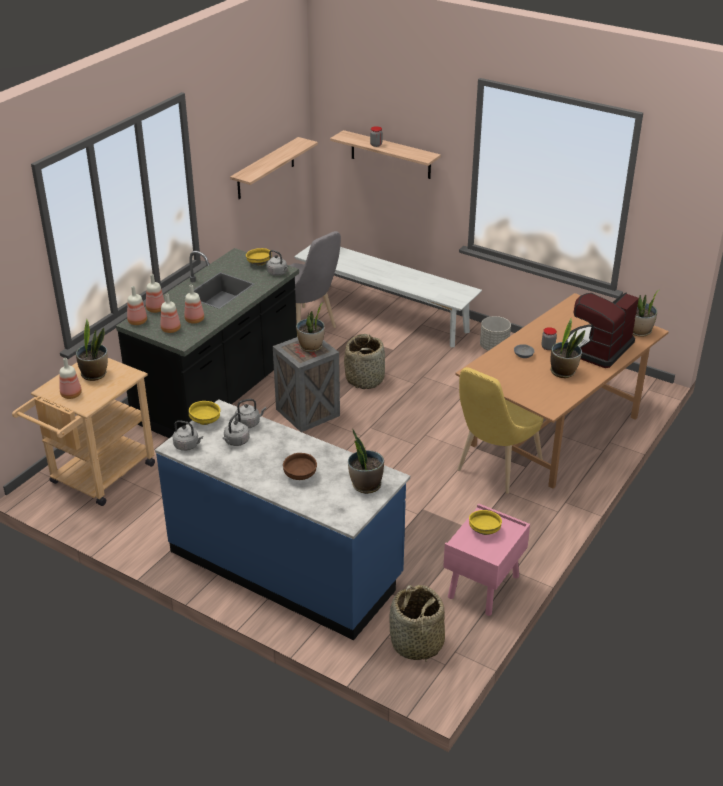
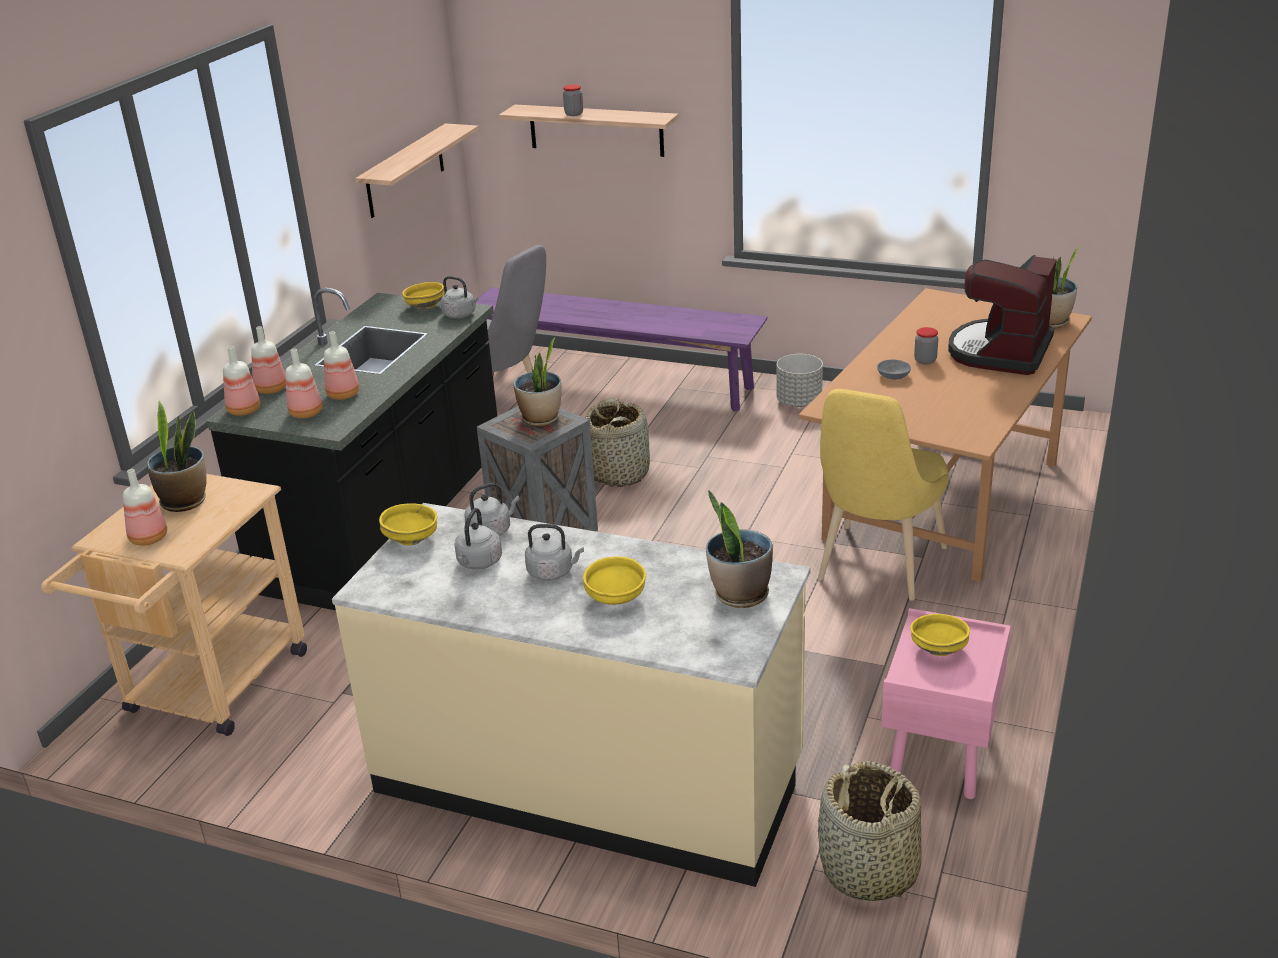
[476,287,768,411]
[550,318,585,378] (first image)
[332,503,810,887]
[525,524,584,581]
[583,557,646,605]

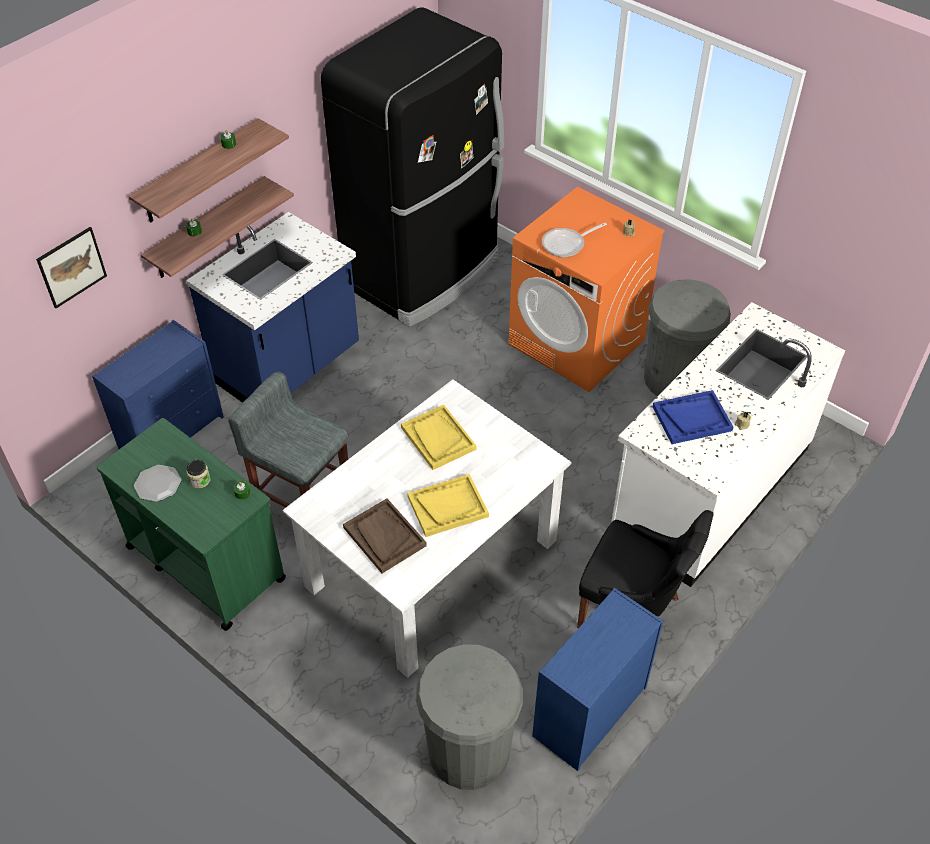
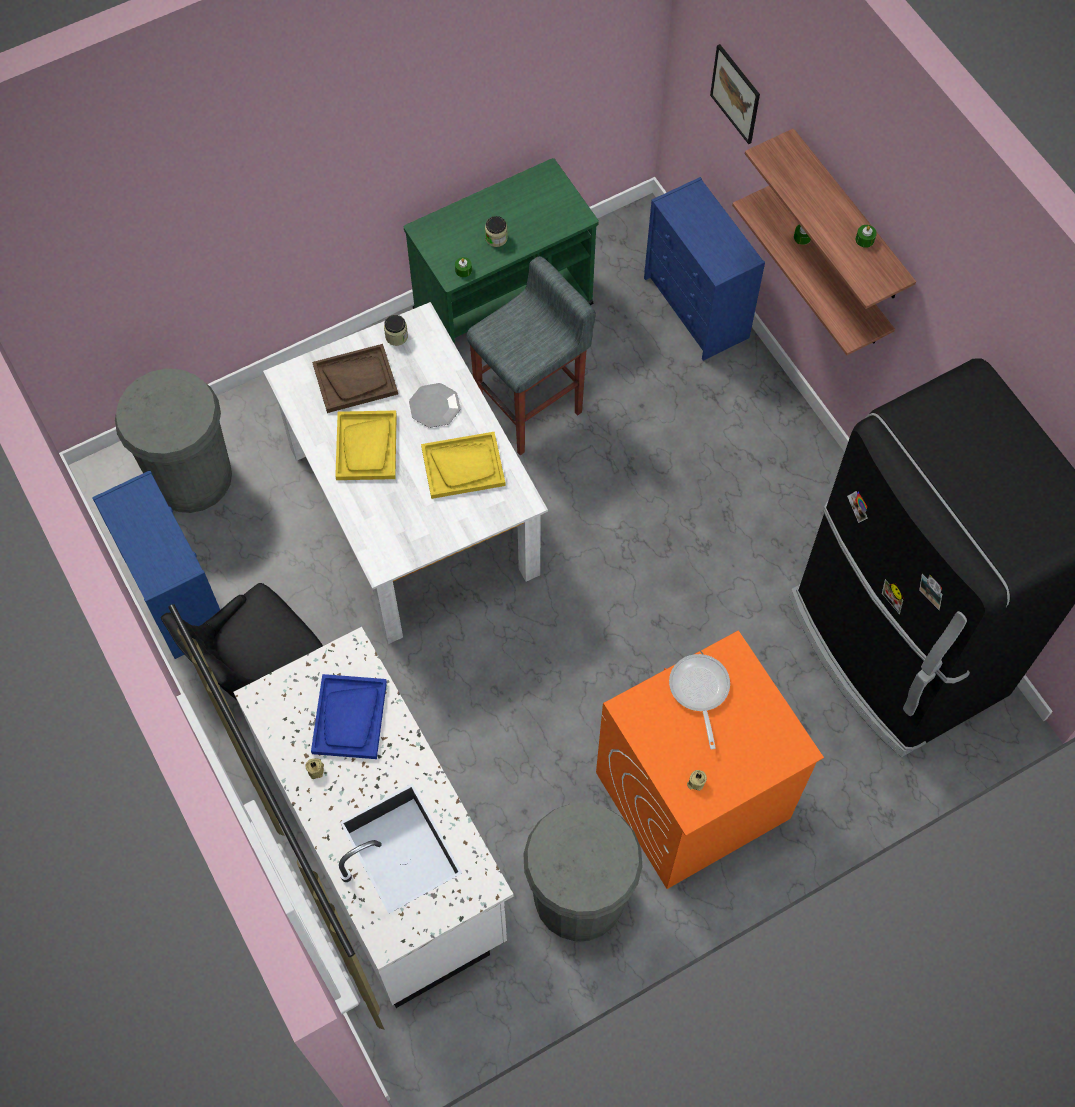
[186,212,359,403] (first image)
[409,383,460,428]
[384,315,408,346]

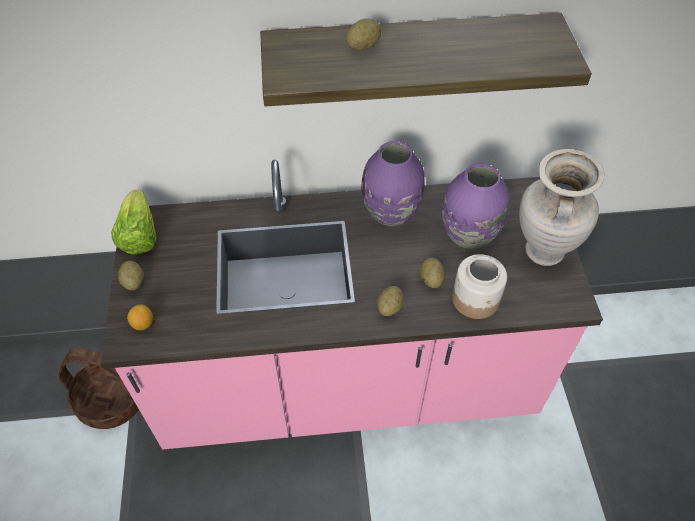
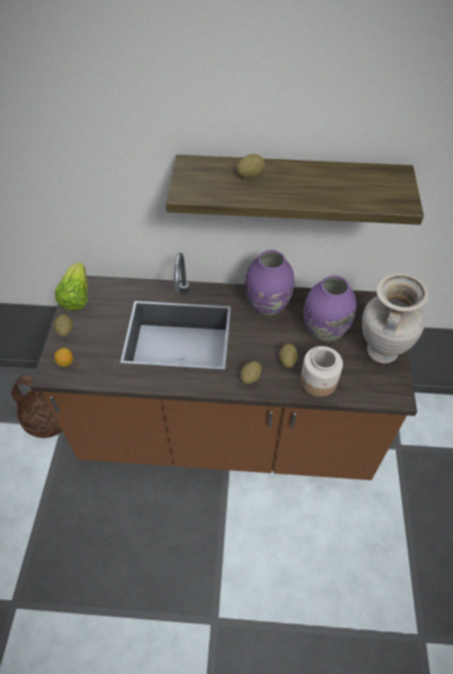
[30,253,417,480]

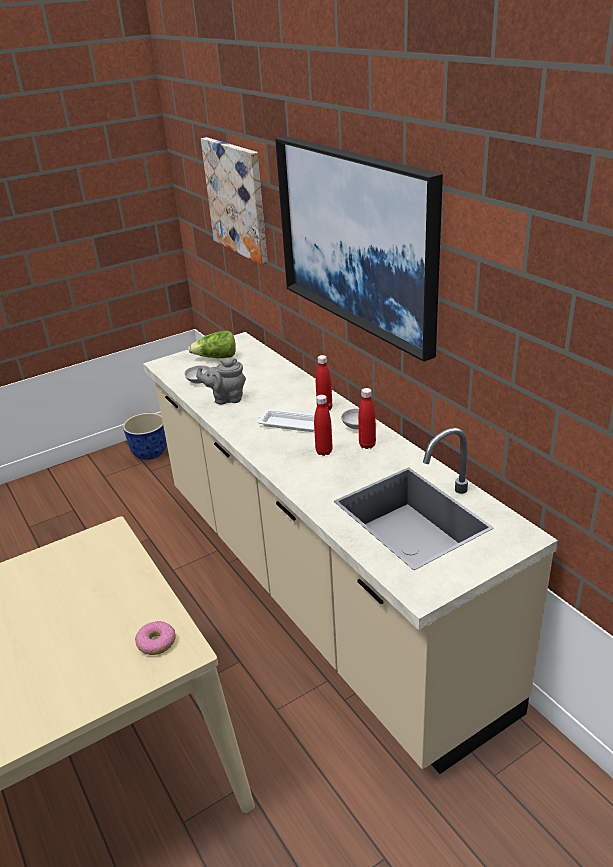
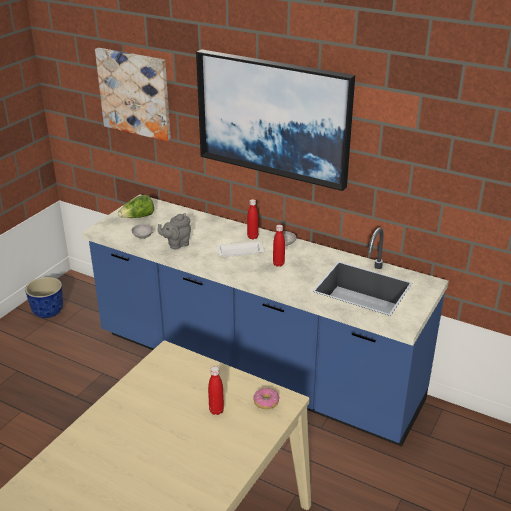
[82,195,449,447]
[208,366,224,415]

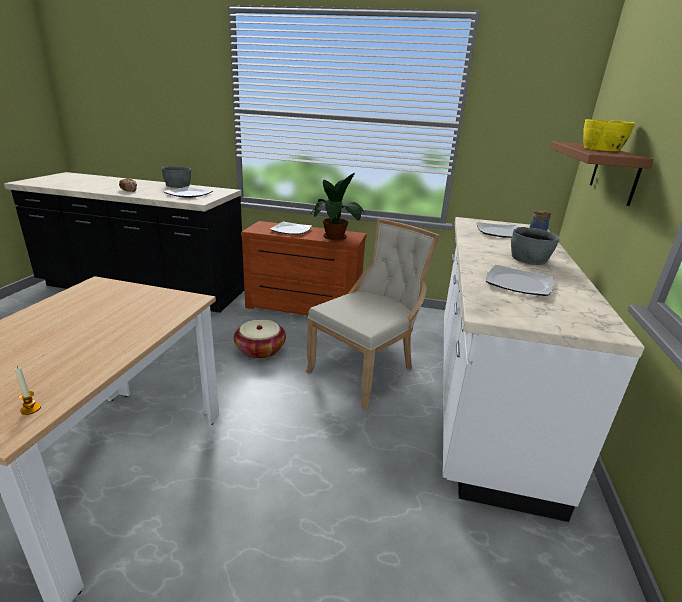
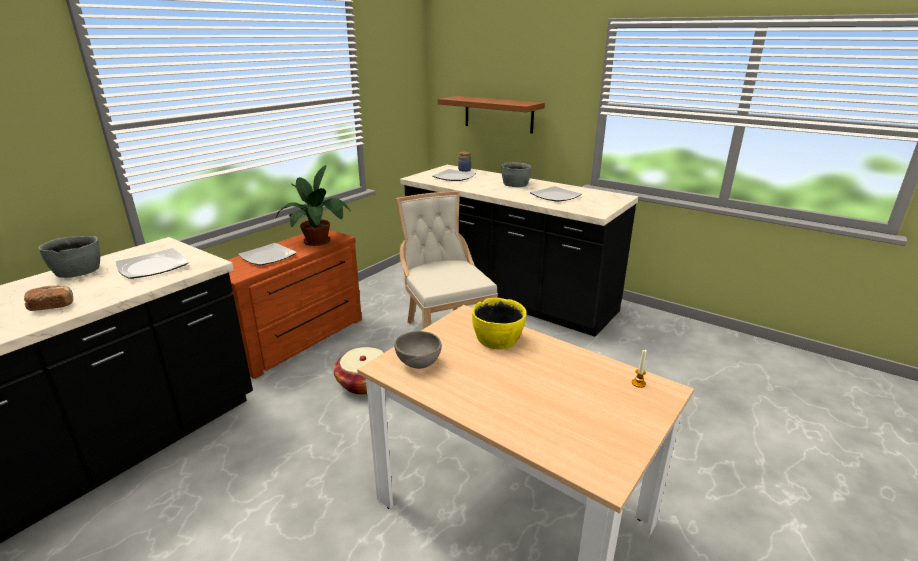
[472,298,527,349]
[400,165,638,337]
[394,331,442,369]

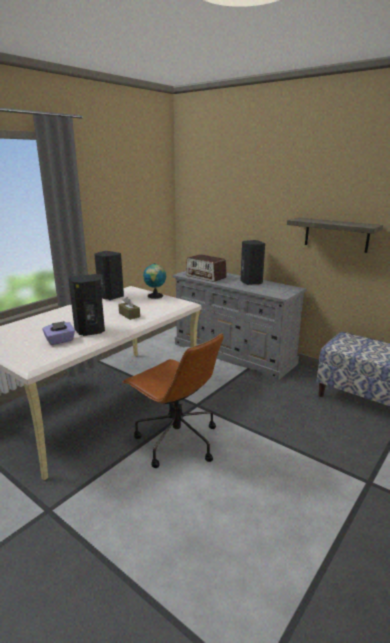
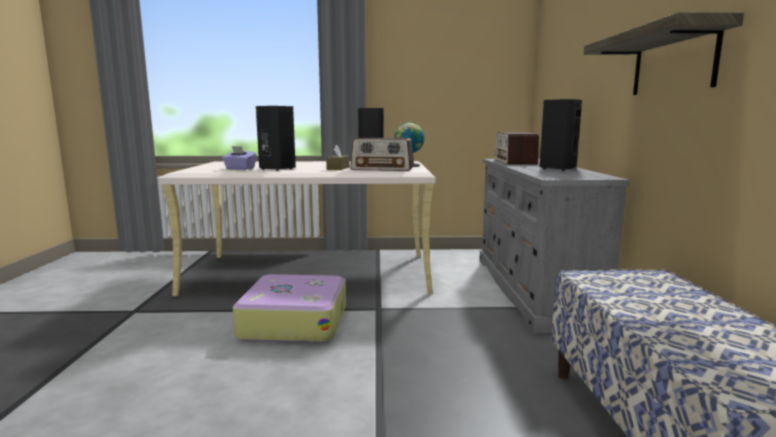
[233,274,346,343]
[350,137,414,171]

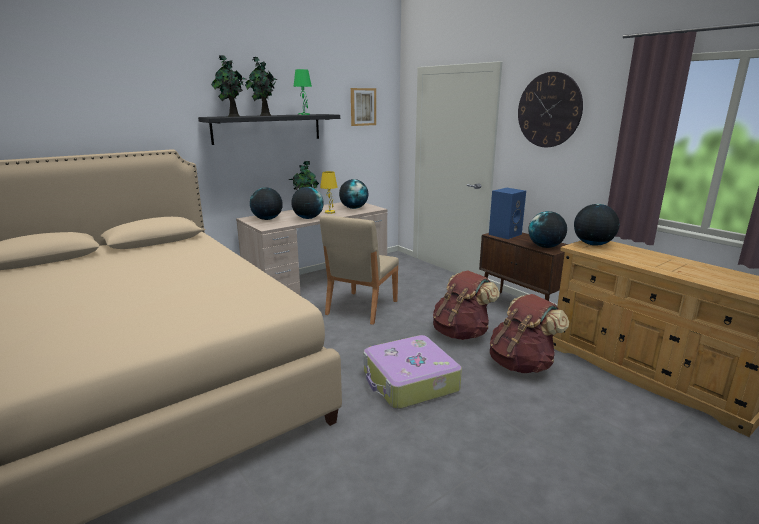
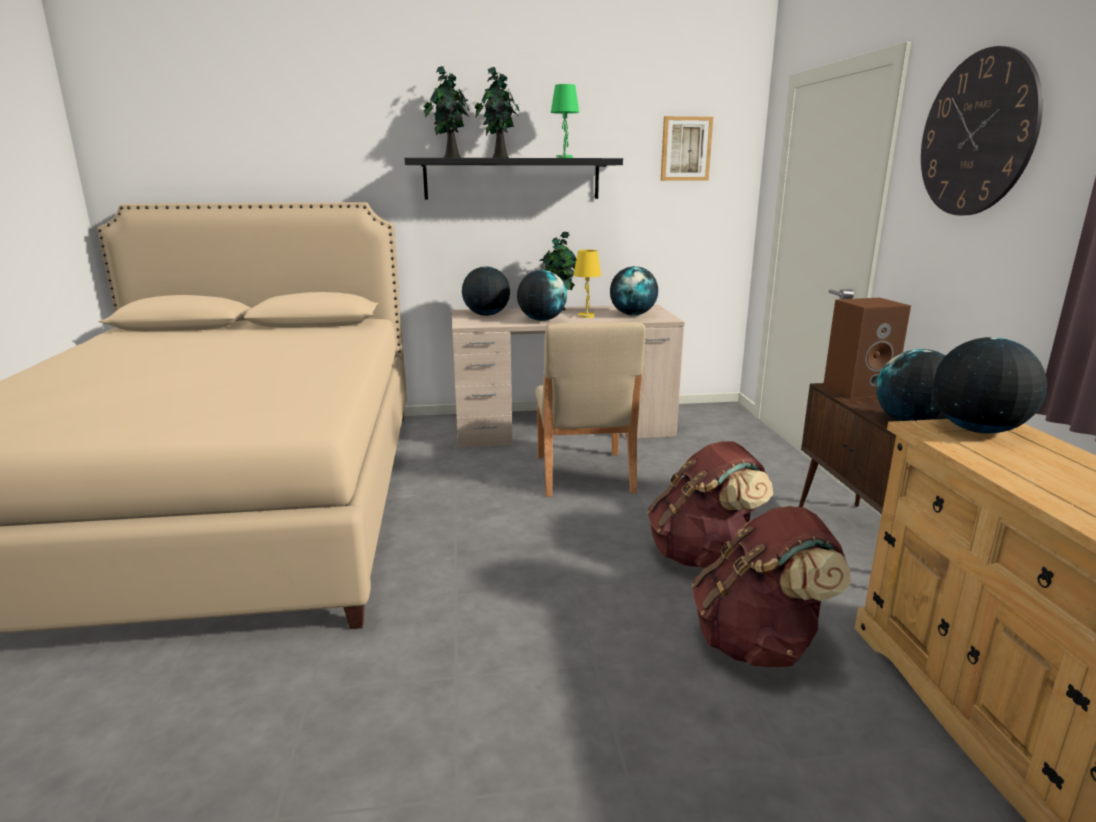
[823,298,911,399]
[535,322,646,497]
[363,335,462,409] (first image)

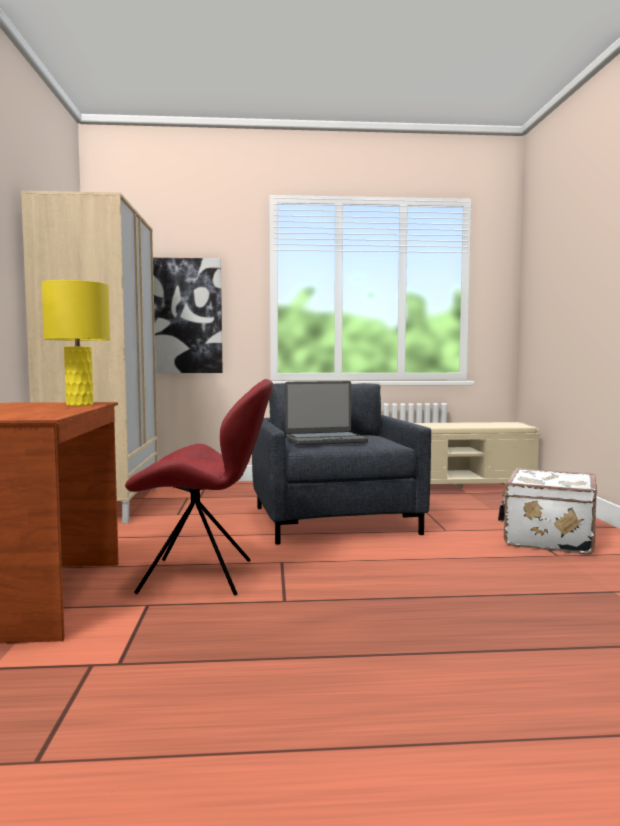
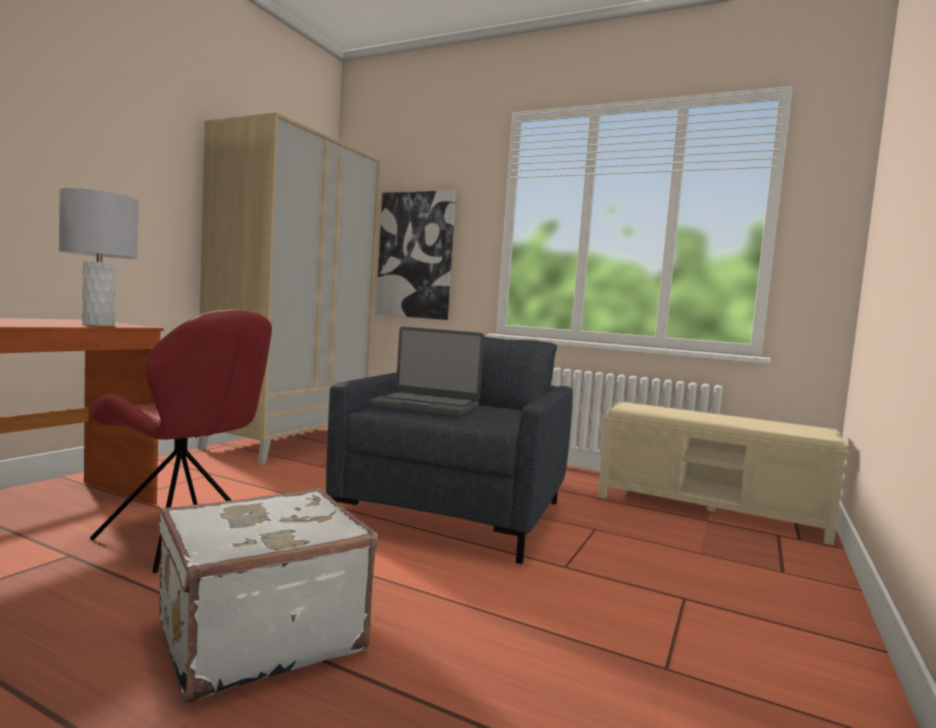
[59,188,139,326]
[159,488,378,704]

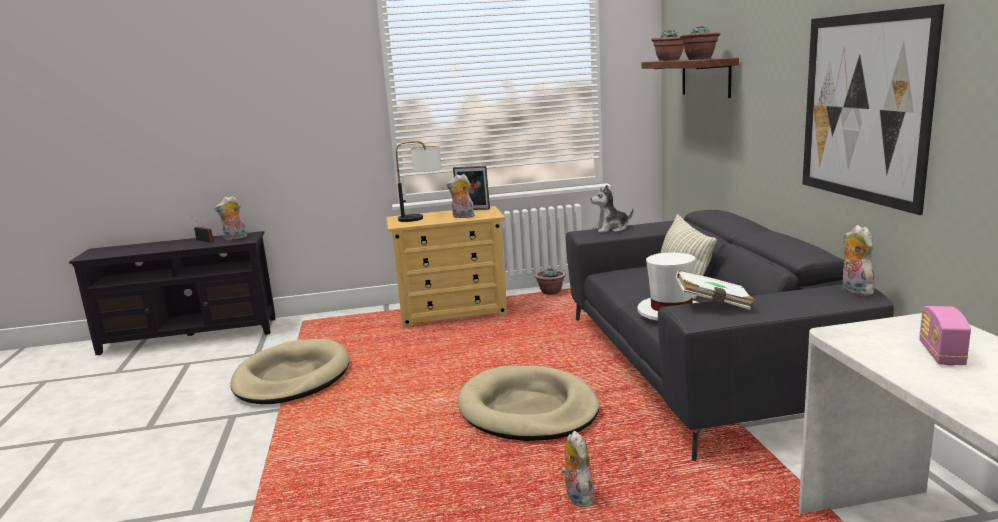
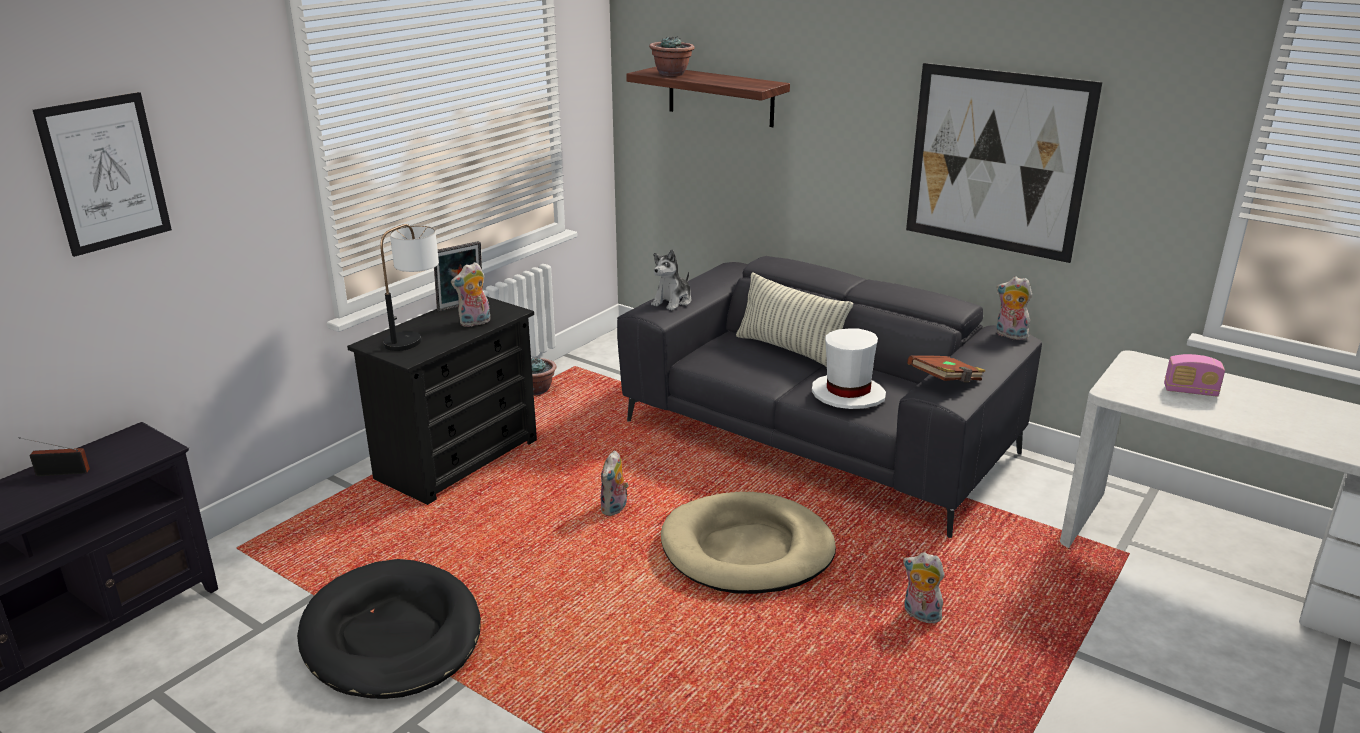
[680,26,720,60] (first image)
[601,450,629,516]
[347,296,537,505]
[907,355,985,382]
[1164,354,1225,397]
[297,559,481,699]
[33,92,172,257]

